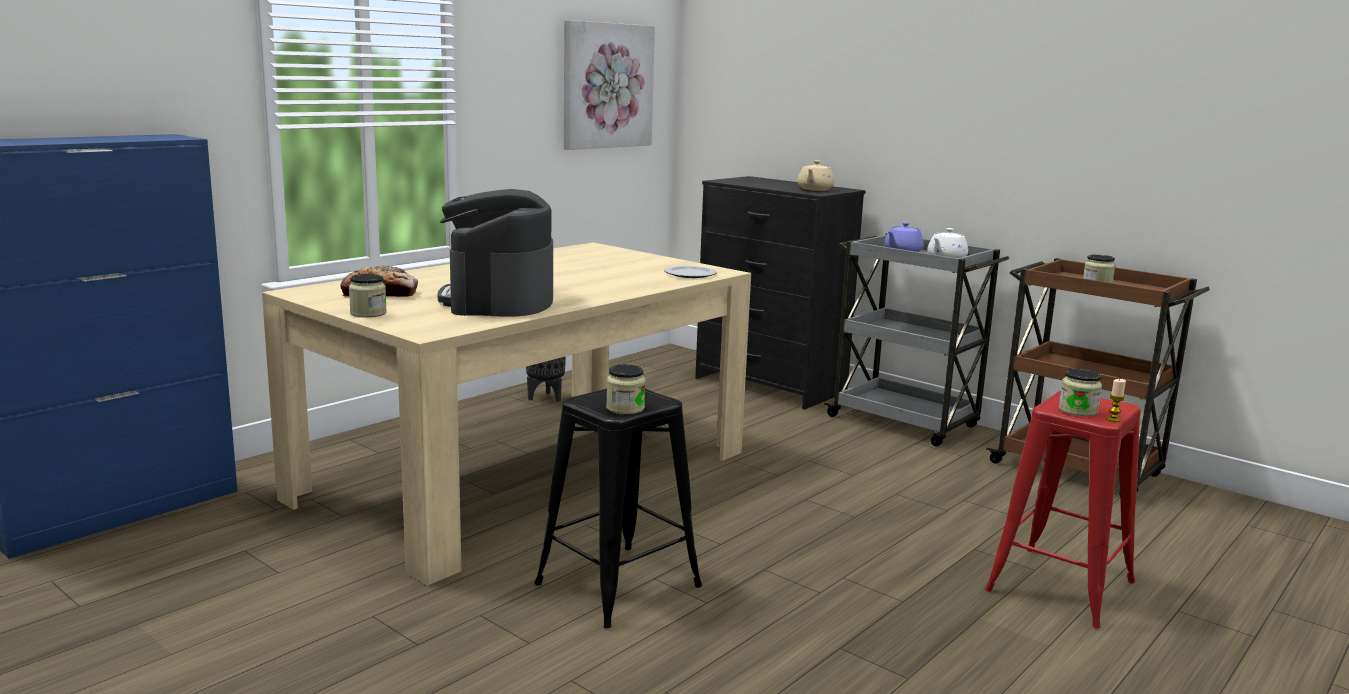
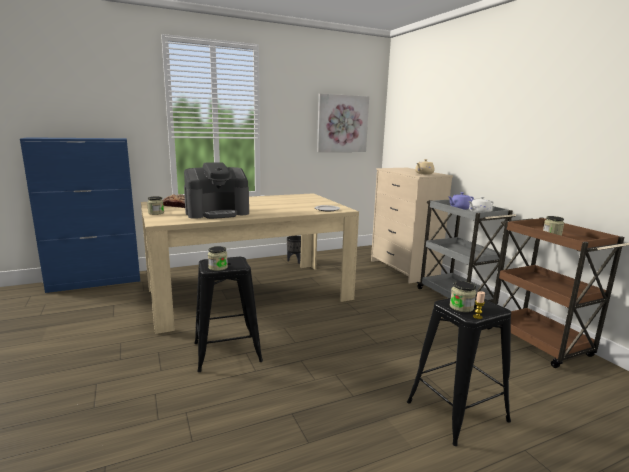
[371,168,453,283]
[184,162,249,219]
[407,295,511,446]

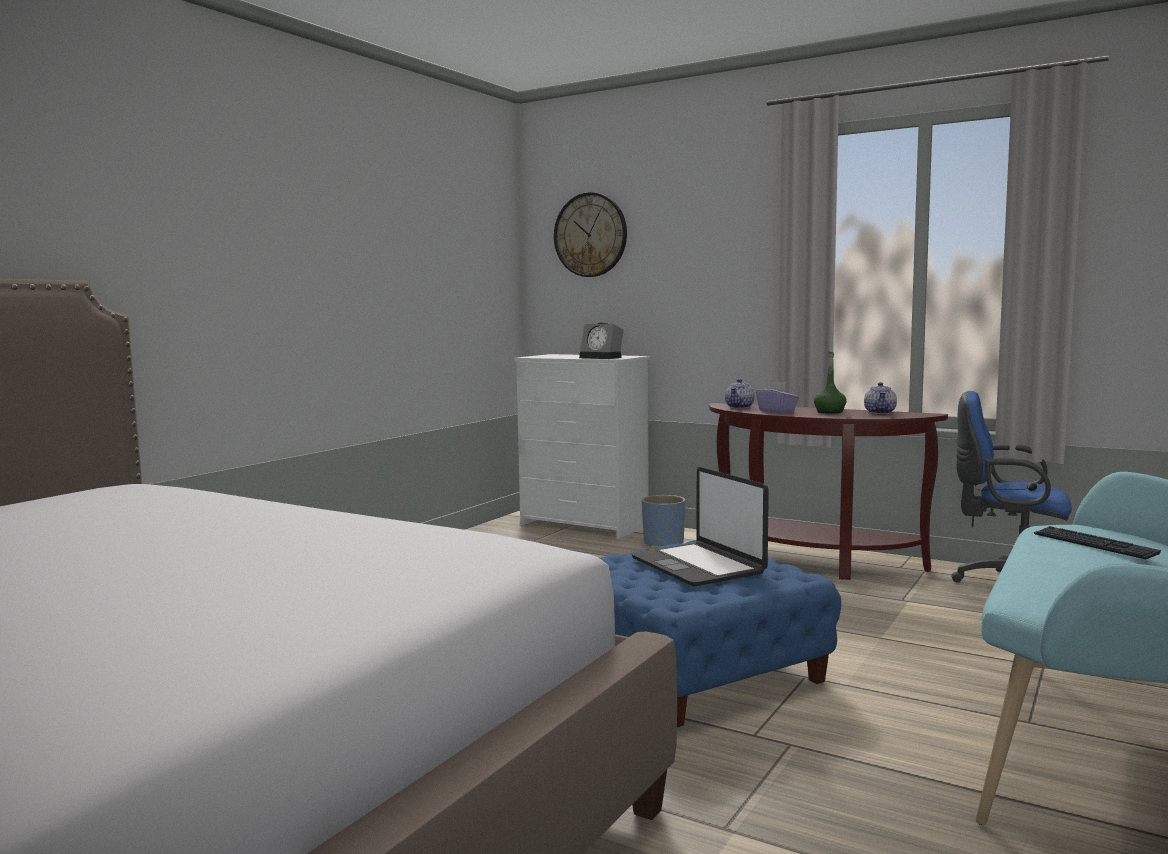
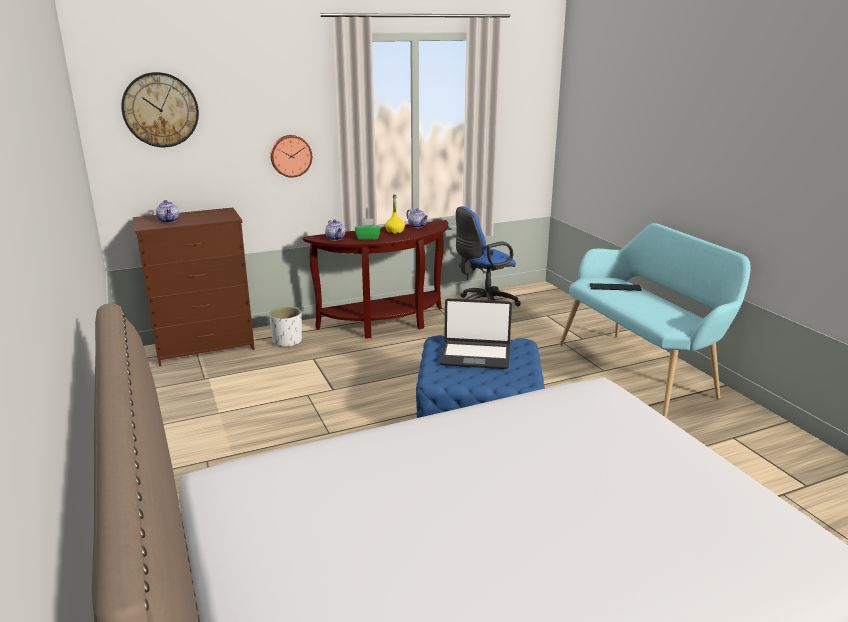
[579,322,624,359] (first image)
[385,195,405,234]
[133,208,255,366]
[355,218,381,240]
[269,307,302,348]
[270,135,312,178]
[156,200,179,223]

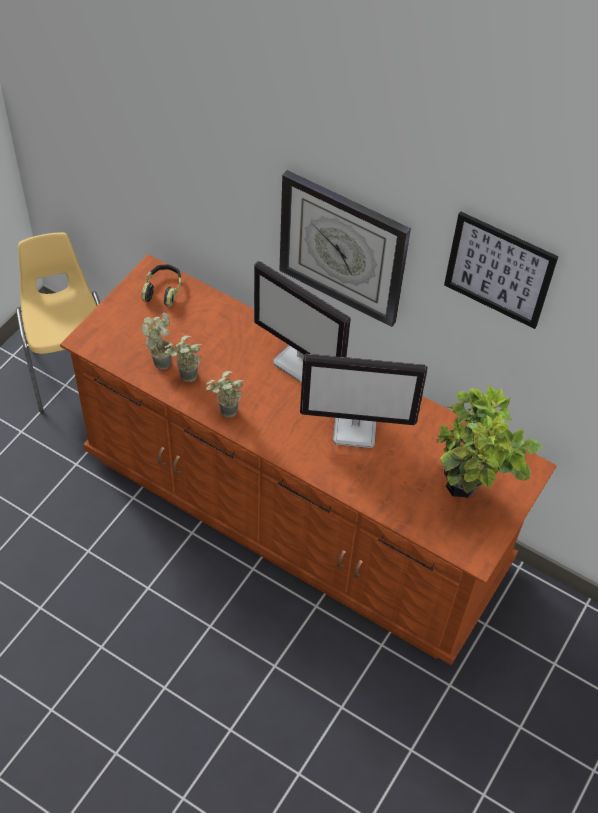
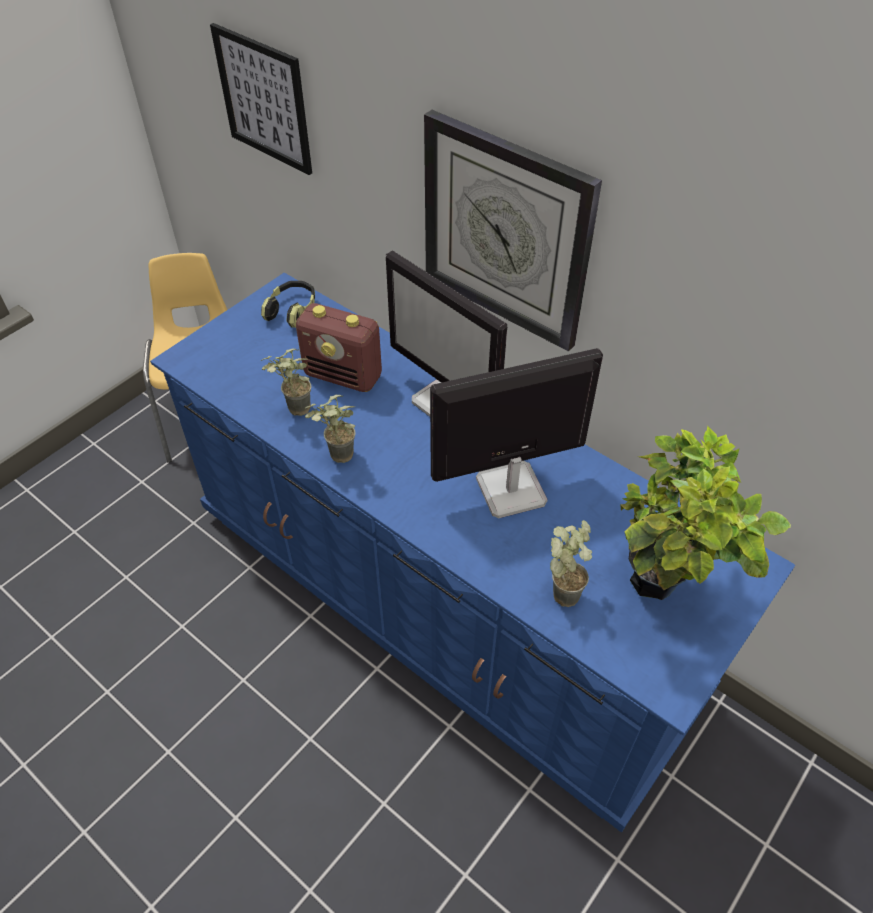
[210,23,312,175]
[150,273,795,833]
[550,520,592,607]
[430,348,603,518]
[296,303,382,392]

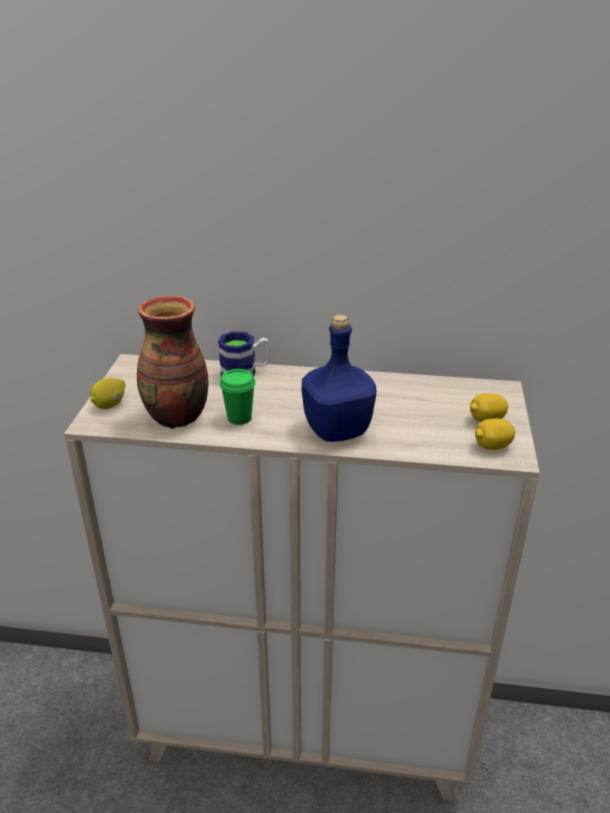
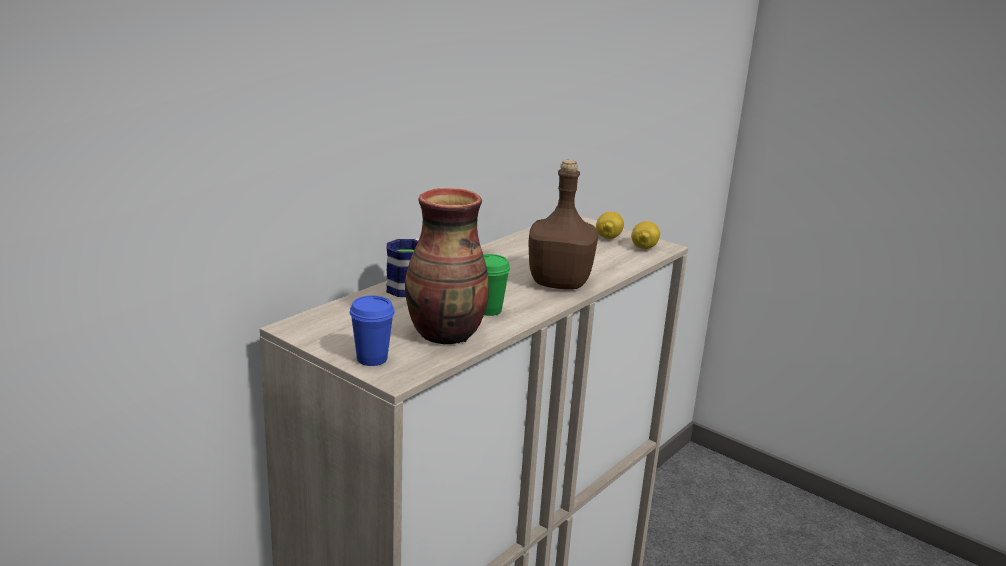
[528,160,598,289]
[349,295,395,366]

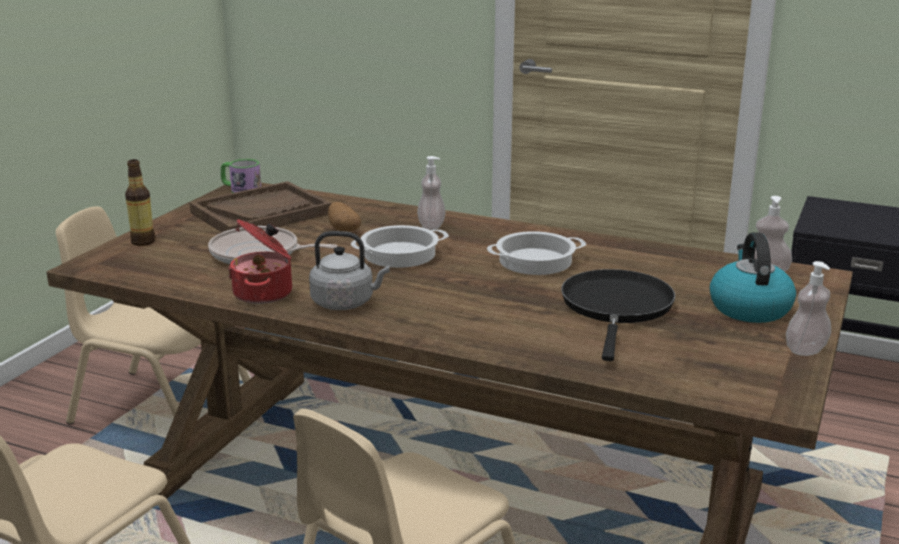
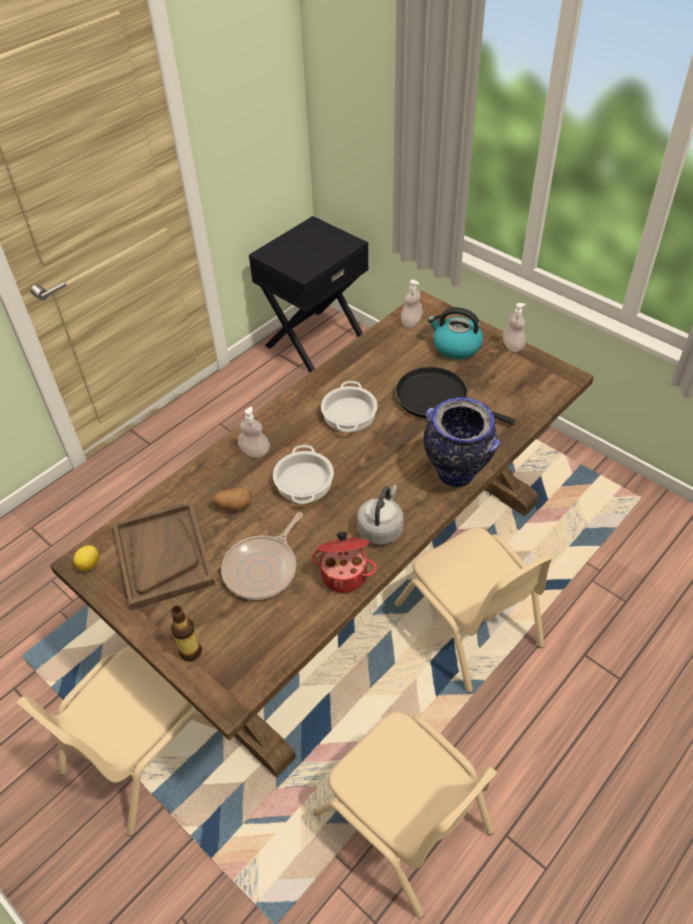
[73,545,99,572]
[423,397,500,487]

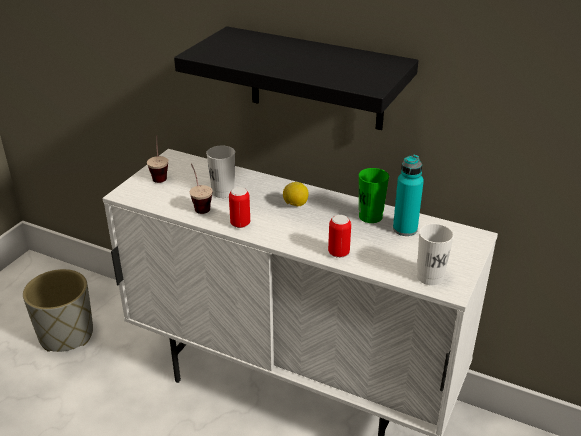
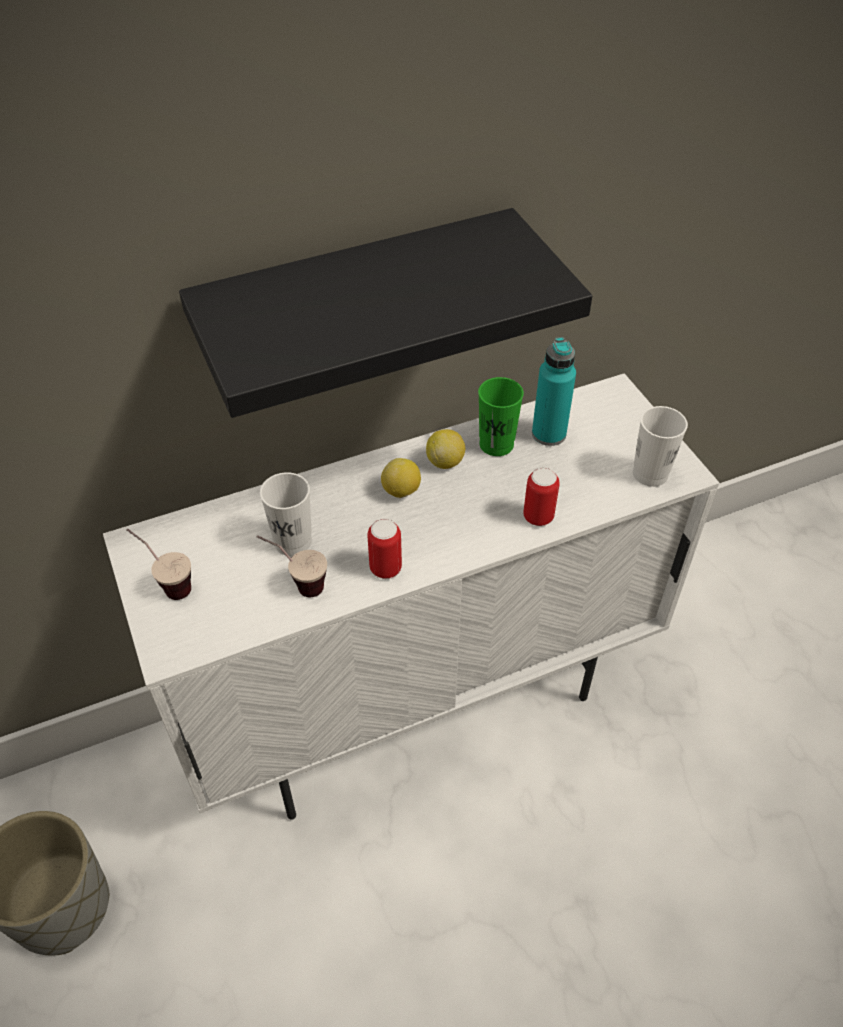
[426,429,465,469]

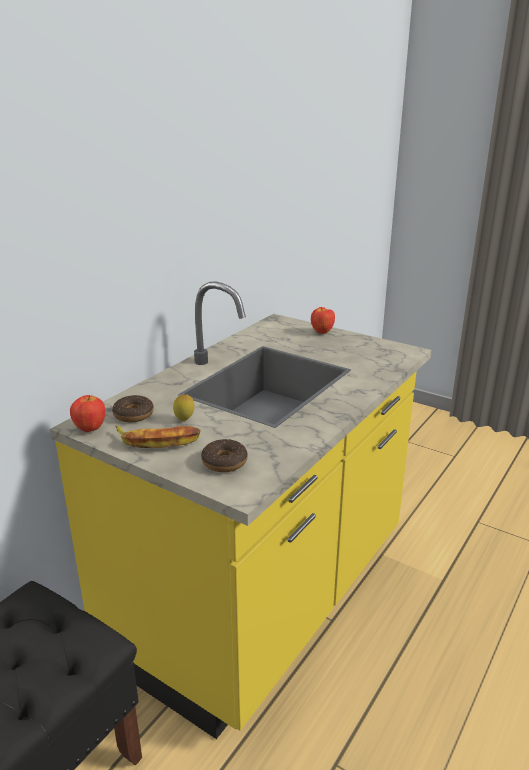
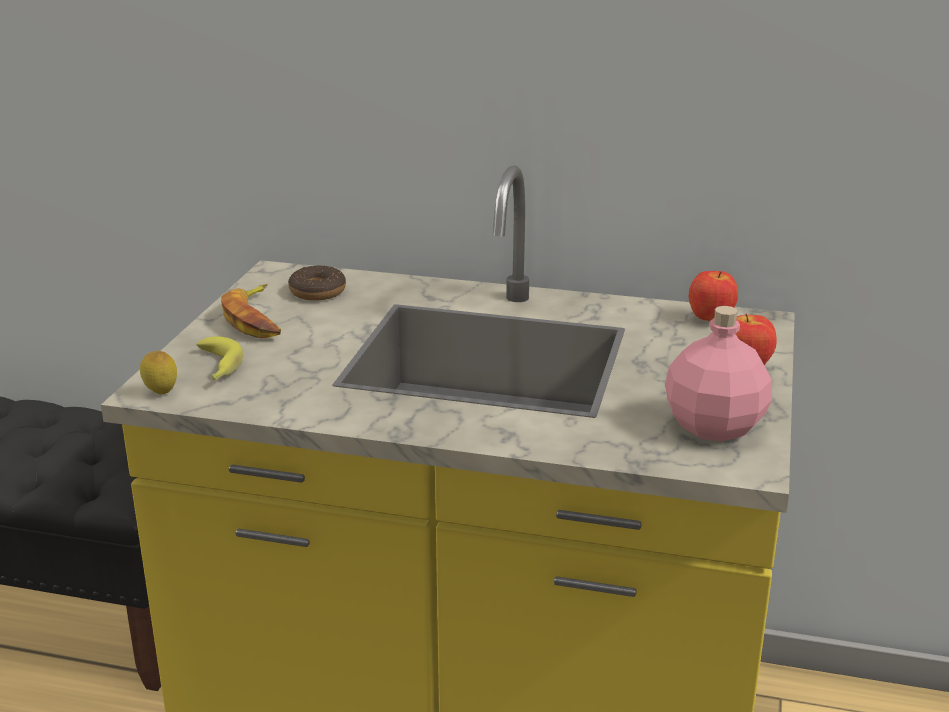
[140,351,177,394]
[689,271,738,322]
[196,336,243,380]
[665,306,772,442]

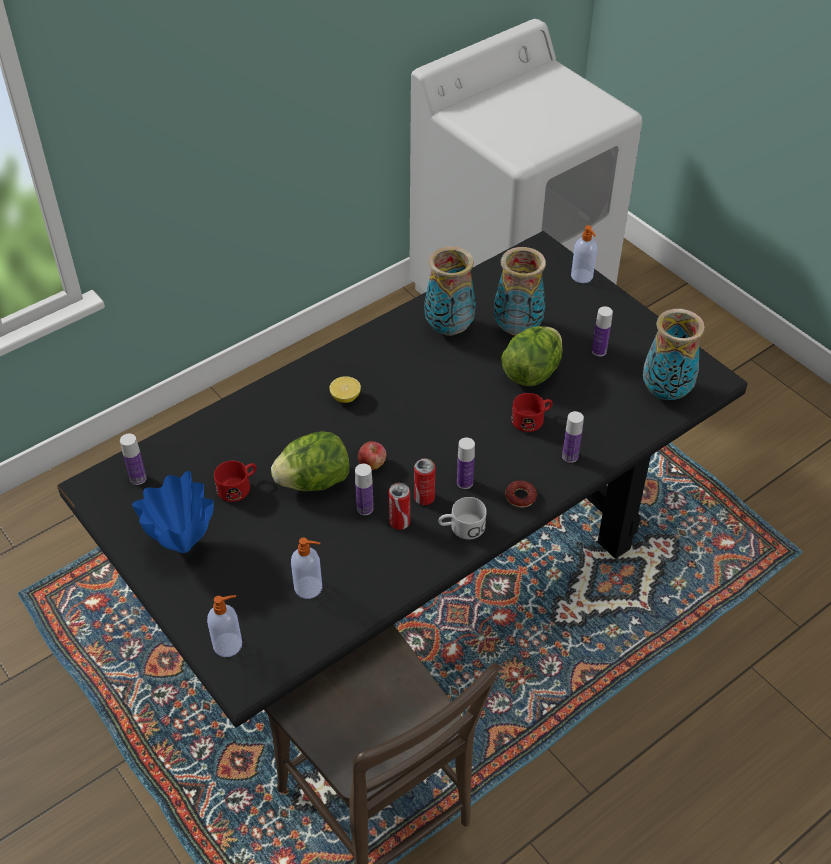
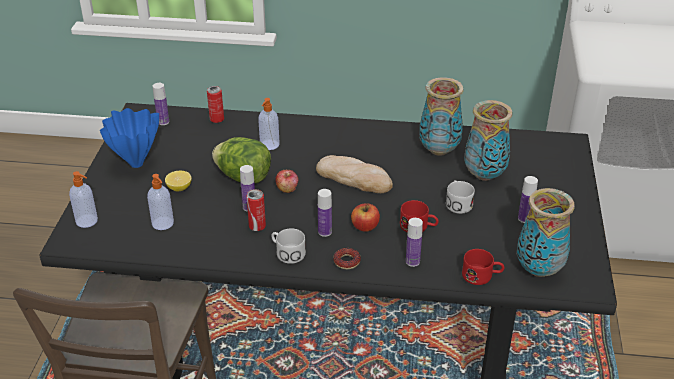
[258,98,280,150]
[446,180,475,214]
[165,171,192,191]
[207,86,224,123]
[462,249,505,285]
[316,155,393,193]
[351,204,380,232]

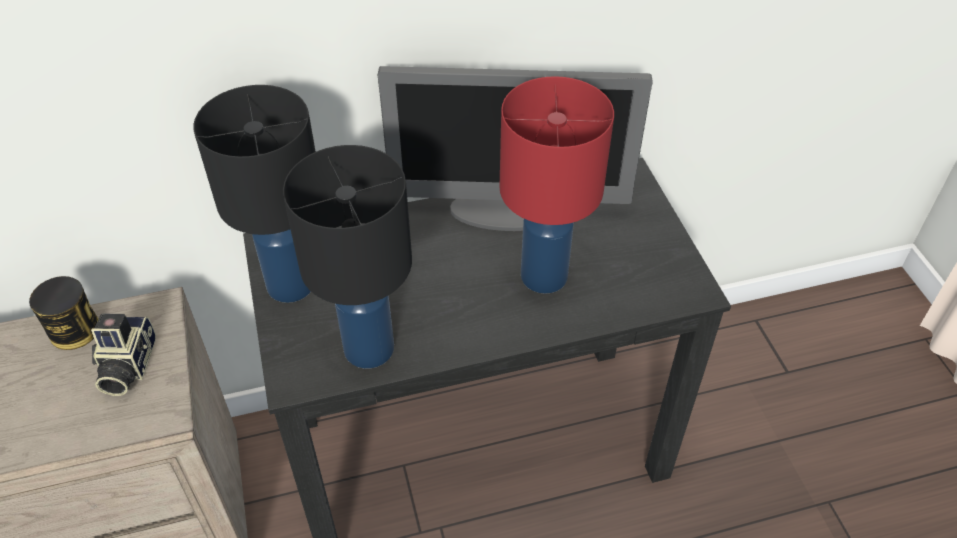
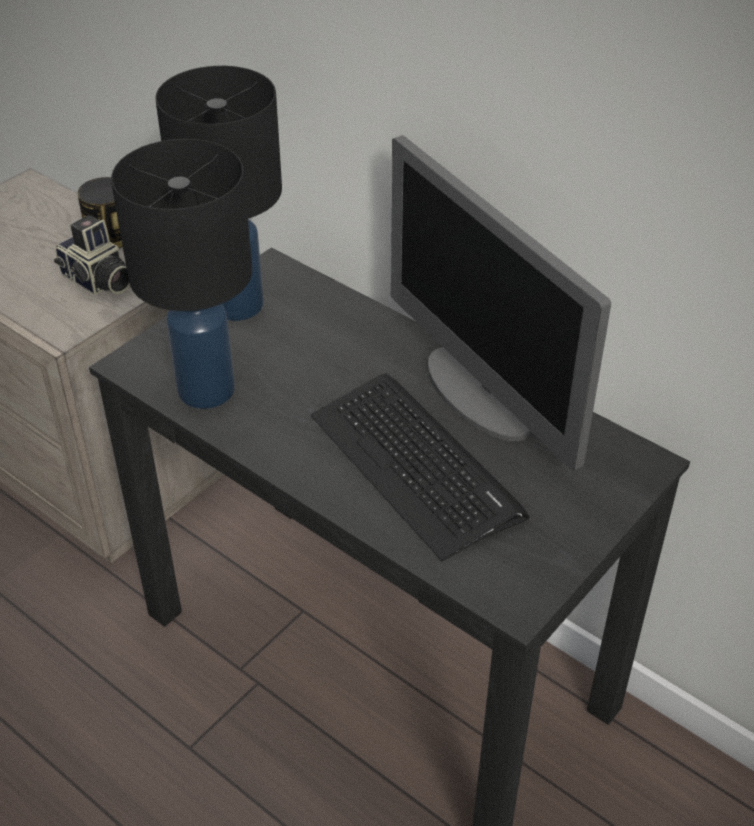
[311,374,529,561]
[54,215,130,295]

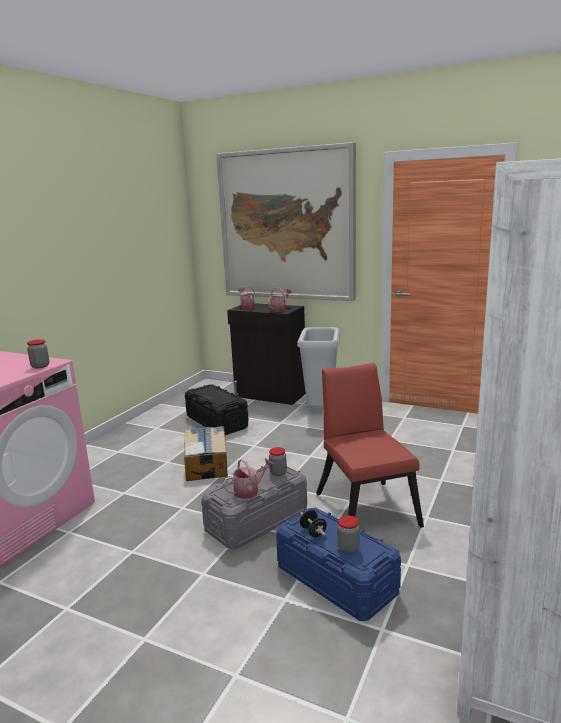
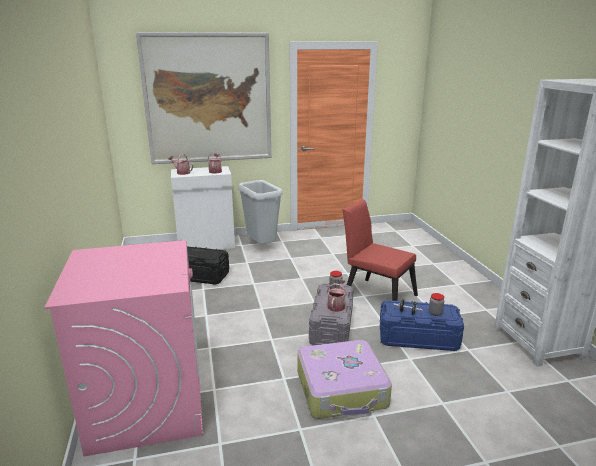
[171,166,235,250]
[27,339,49,369] (first image)
[184,426,228,481] (first image)
[297,340,392,419]

